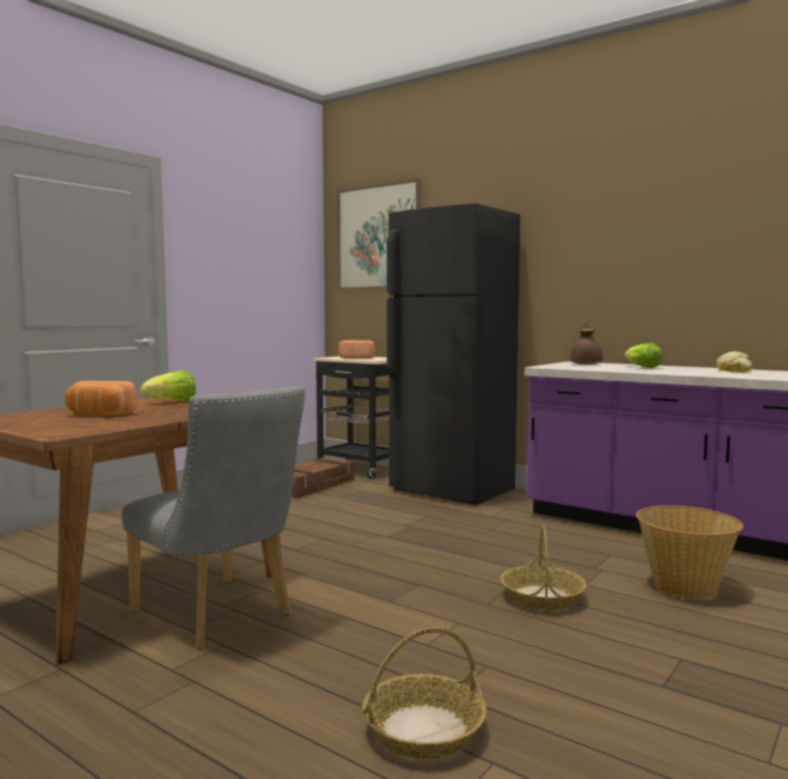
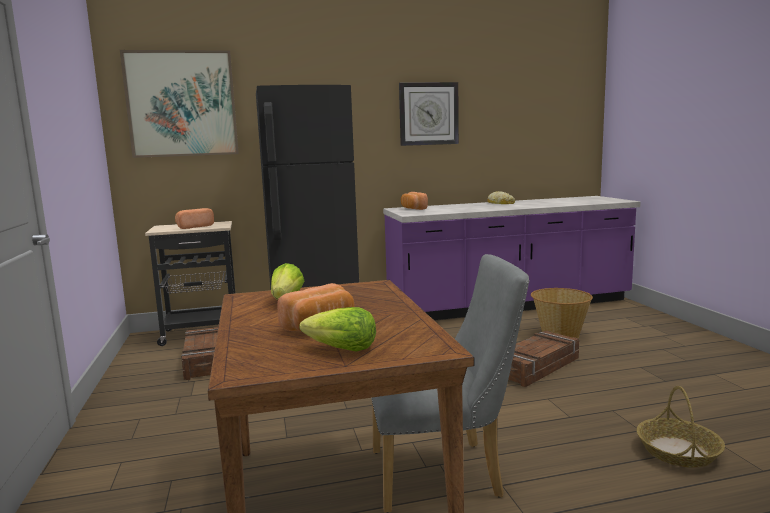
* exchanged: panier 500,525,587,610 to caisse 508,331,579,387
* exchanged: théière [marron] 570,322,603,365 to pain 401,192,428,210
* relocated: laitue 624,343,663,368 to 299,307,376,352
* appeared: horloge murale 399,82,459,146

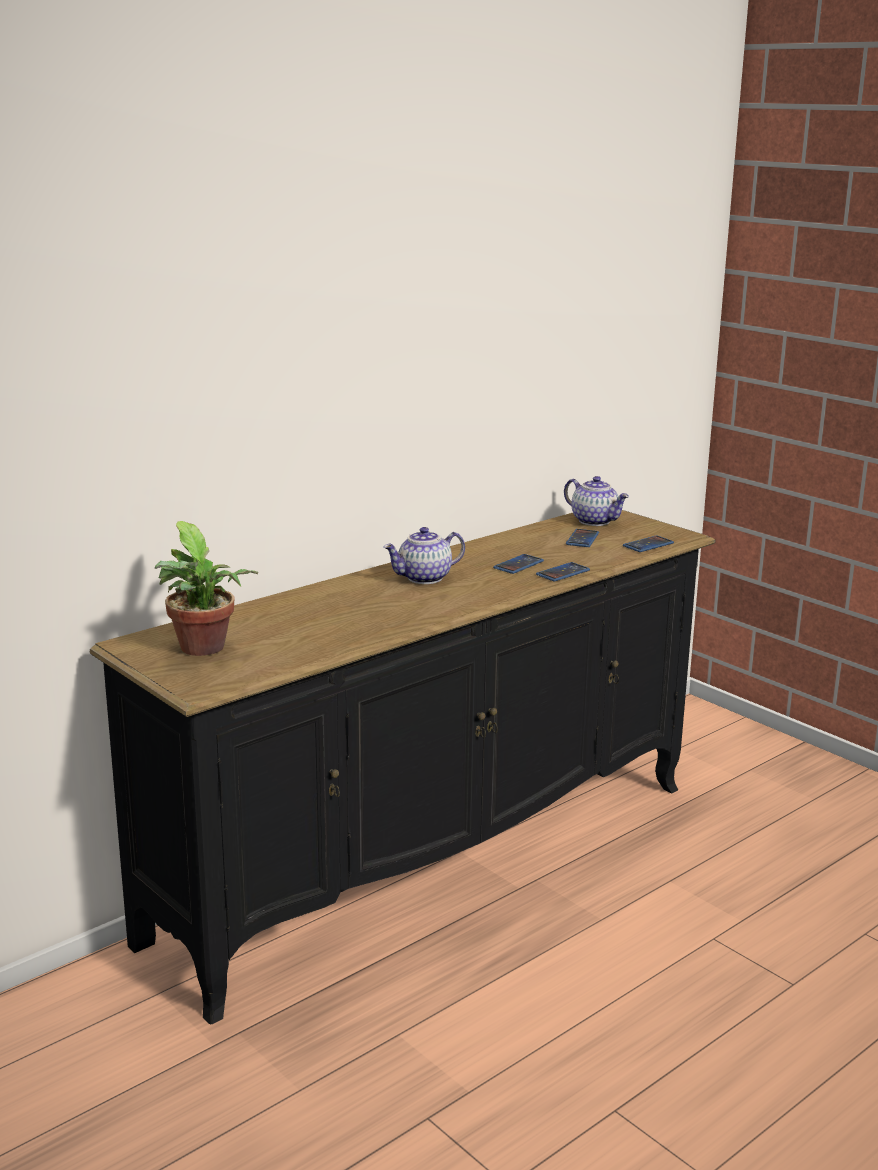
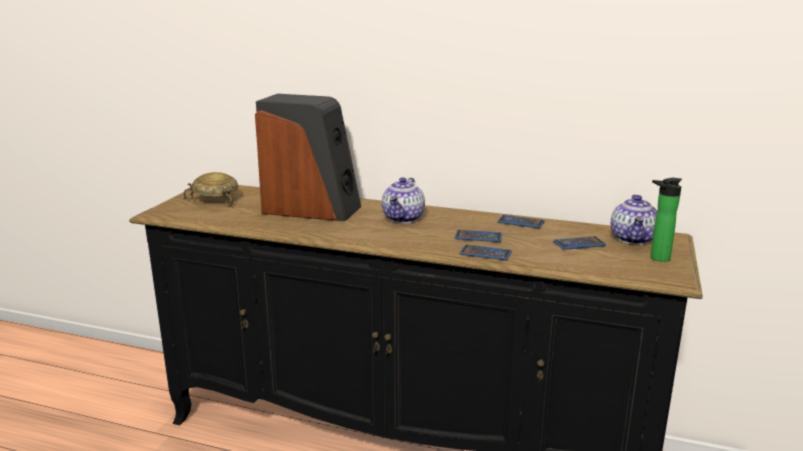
* exchanged: plante en pot 155,521,258,656 to bol [beige] 183,172,238,208
* spun: théière 383,527,465,584 = 382,177,425,223 105 degrees counterclockwise
* relocated: téléphone 623,535,674,552 to 497,215,544,228
* appeared: enceinte 255,94,361,221
* appeared: bouteille 650,178,682,262

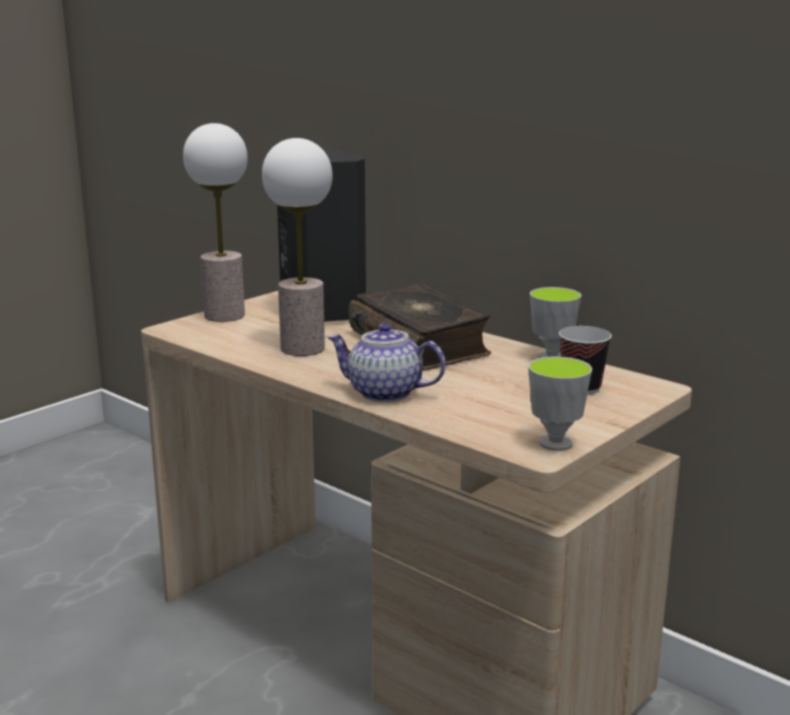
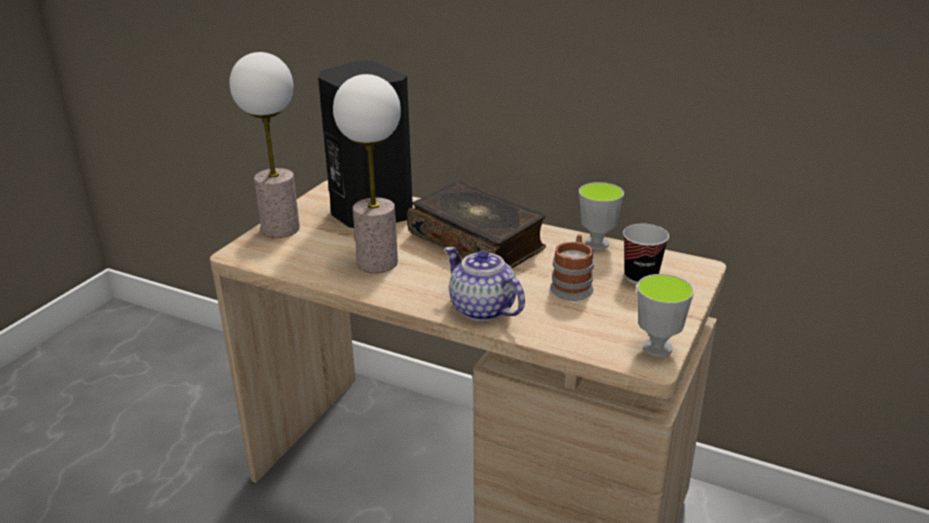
* spun: théière 327,323,446,402 = 445,247,525,321 45 degrees clockwise
* appeared: mug 550,234,594,301

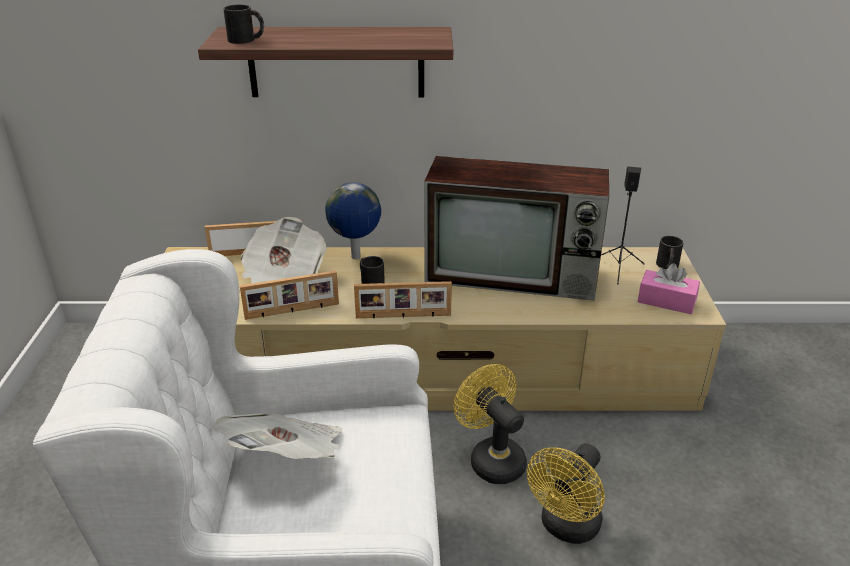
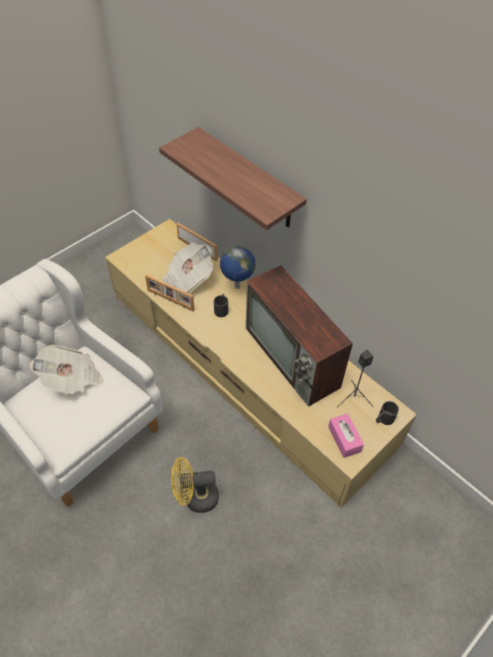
* missing: mug [noir] 223,4,264,44
* missing: cadre photo 354,281,452,318
* missing: ventilateur [jaune] 454,364,527,484

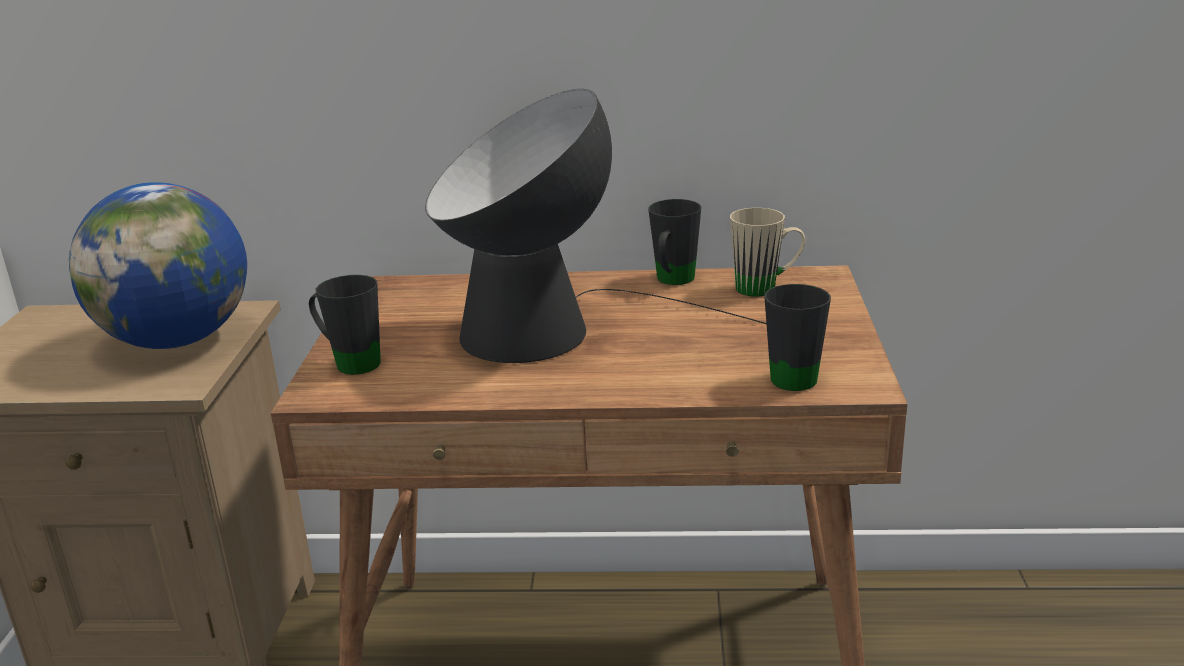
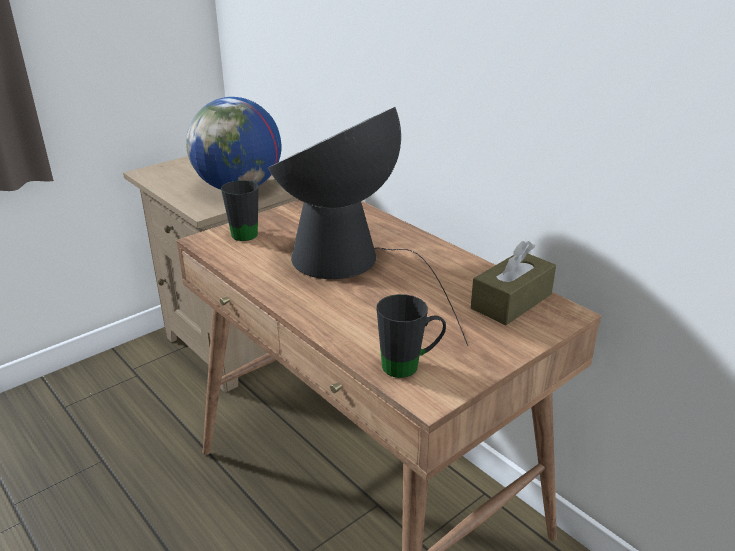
* missing: mug [noir] 648,199,701,285
* exchanged: mug [beige] 730,208,805,297 to boîte à mouchoirs [marron] 471,241,556,325

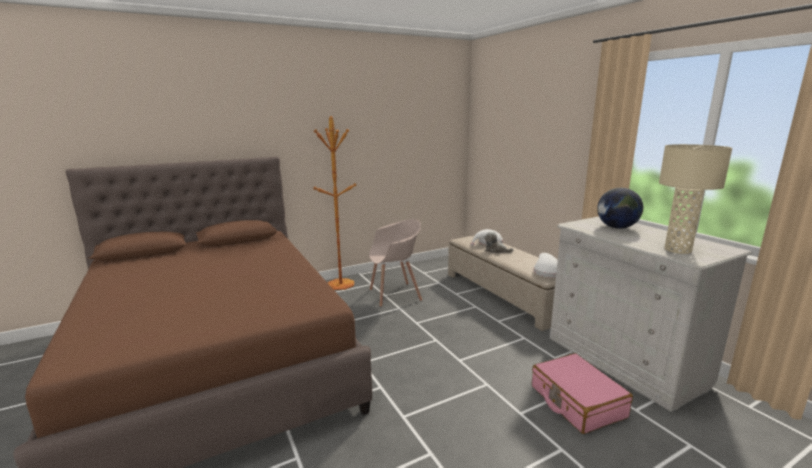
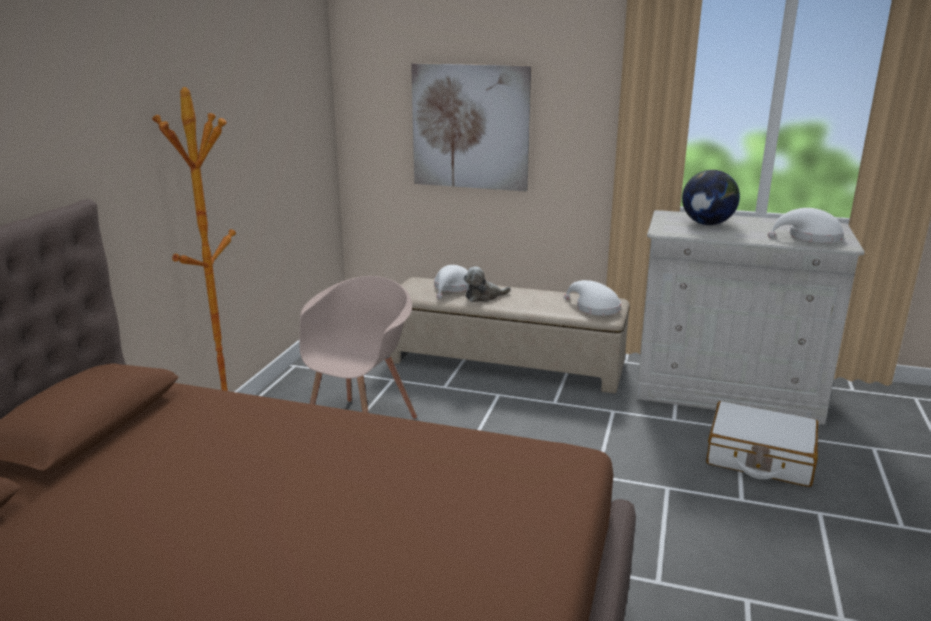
* colour: valise [rose] 532,353,633,434 to valise [blanc] 706,401,818,487
* exchanged: lampe de table [beige] 659,144,732,254 to chapeau [blanc] 768,208,844,243
* appeared: tableau 411,63,531,191

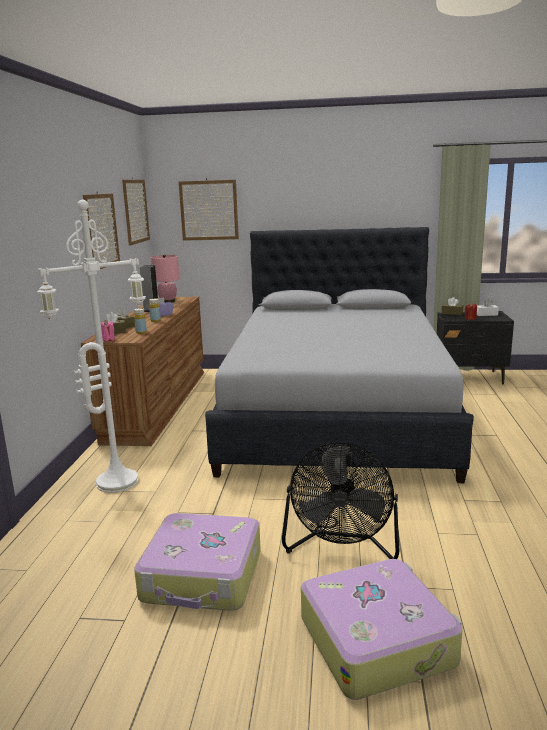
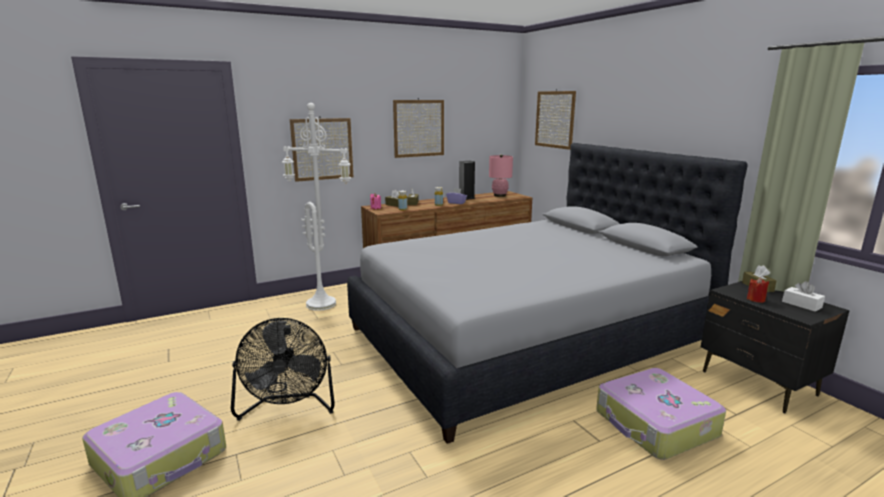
* relocated: tableau 122,177,150,246 to 290,116,353,182
* relocated: valise 134,513,261,611 to 596,368,726,460
* spun: ventilateur [noir] 282,442,400,559 = 231,318,335,421 75 degrees counterclockwise

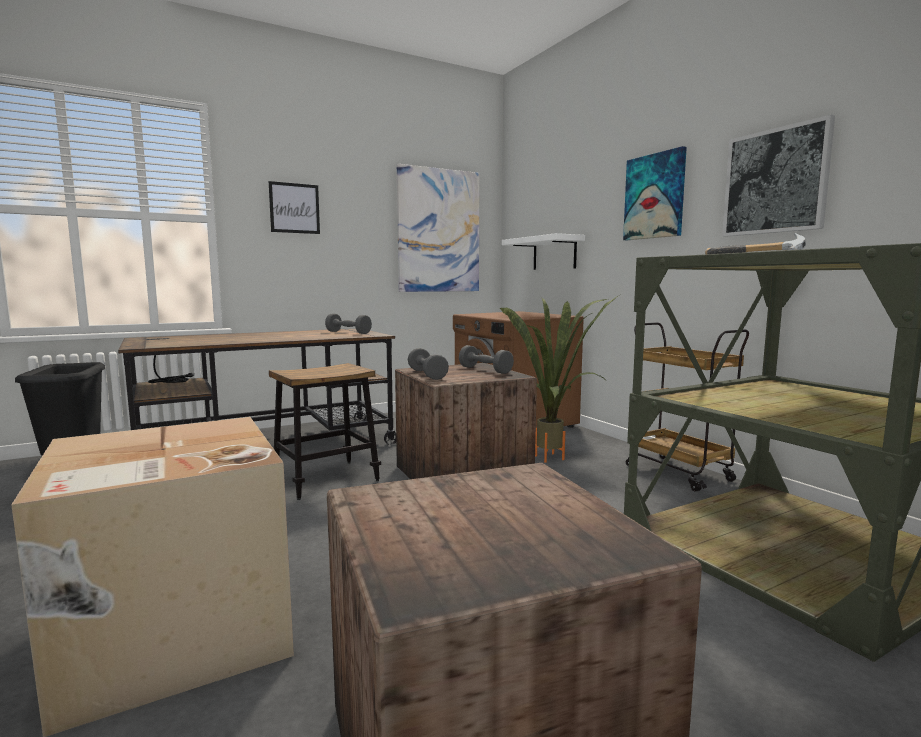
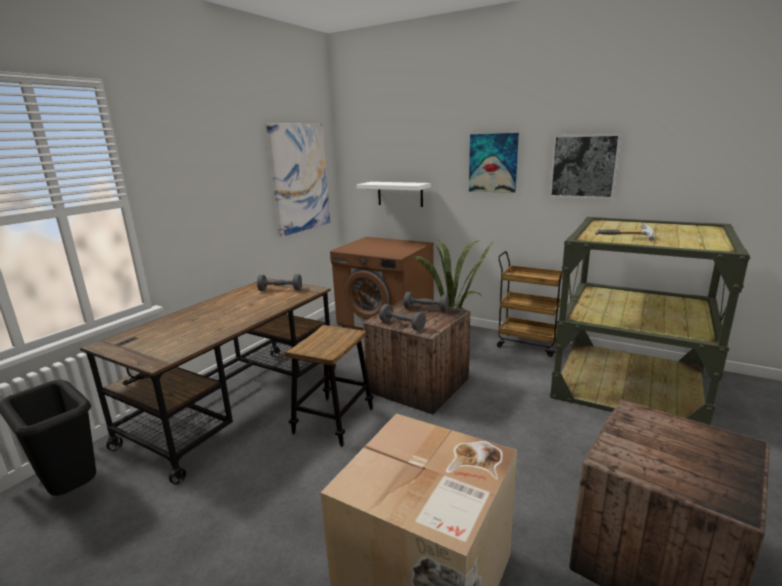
* missing: tableau 269,181,320,234

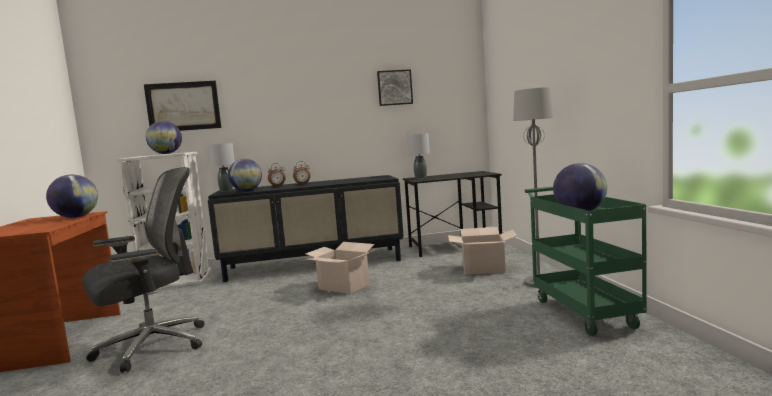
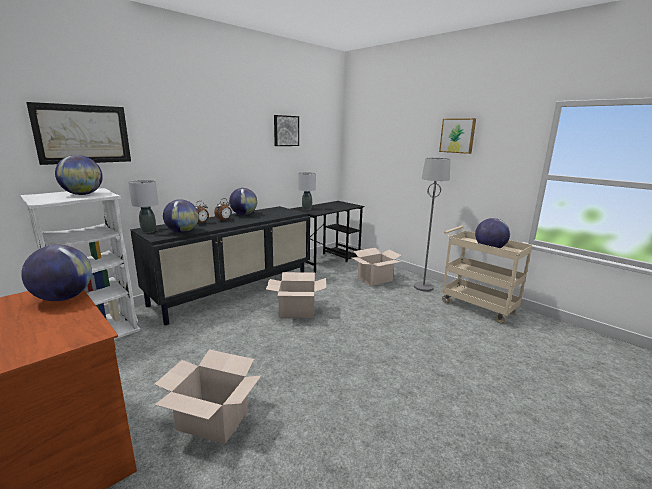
* exchanged: chaise de bureau 83,167,205,373 to carton 154,349,262,444
* colour: chariot [vert] 525,187,647,336 to chariot [beige] 442,226,532,324
* appeared: globe 229,188,257,215
* appeared: tableau 439,118,476,154

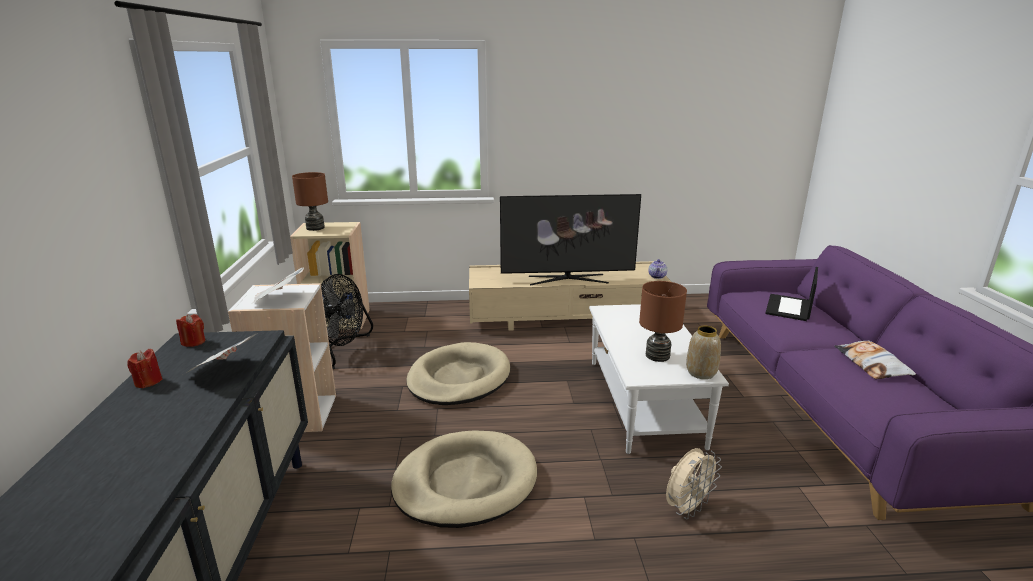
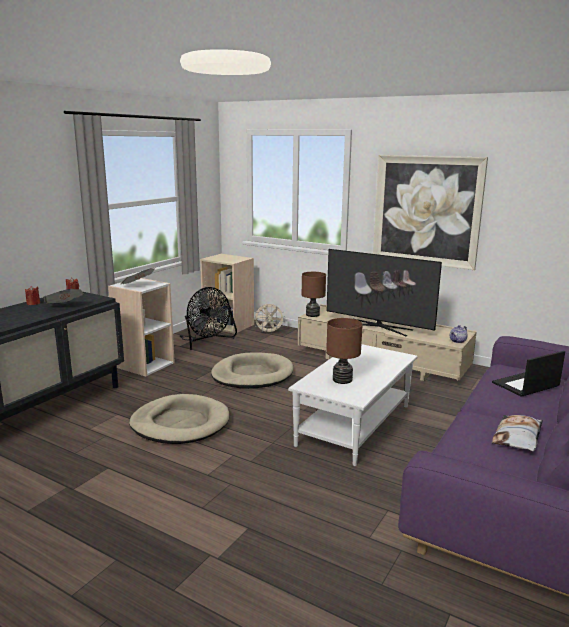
* relocated: lampe de table [marron] 292,172,328,231 to 302,272,326,317
* relocated: ventilateur [beige] 666,448,722,519 to 254,304,285,332
* missing: vase 686,326,721,379
* appeared: tableau 373,155,488,270

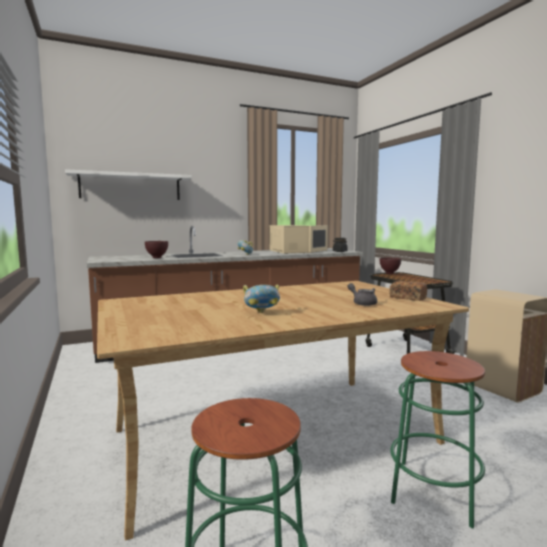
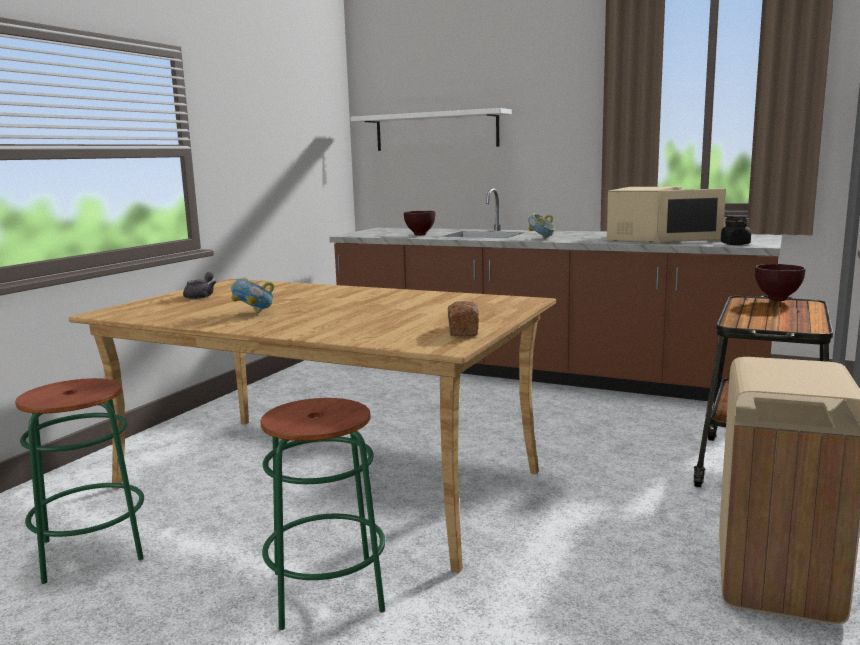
* relocated: théière [gris] 347,283,377,306 to 183,272,216,299

